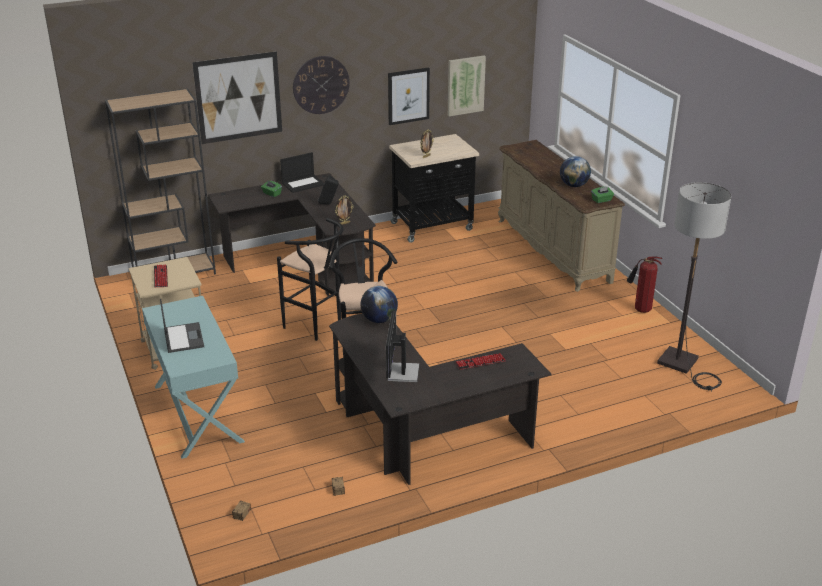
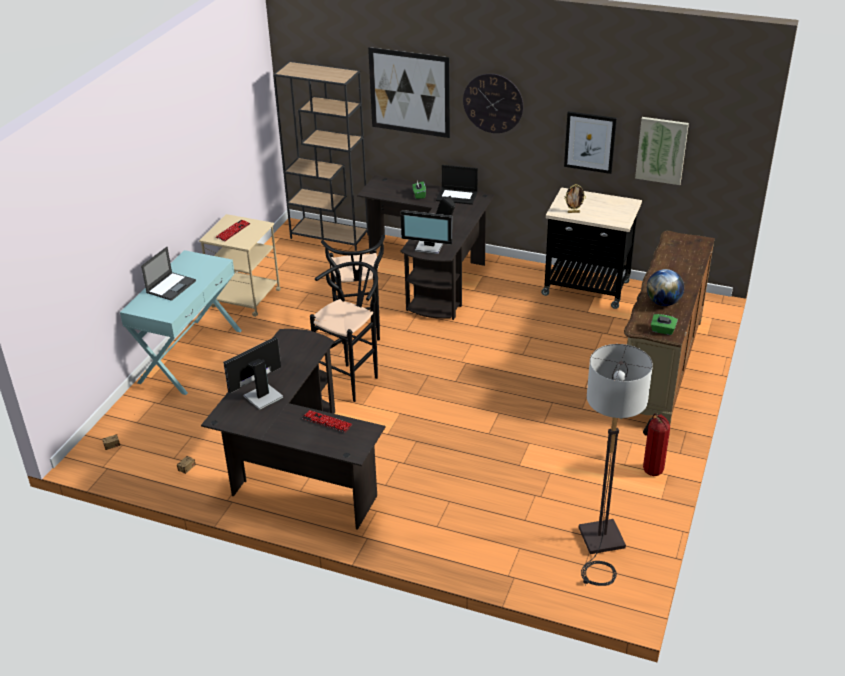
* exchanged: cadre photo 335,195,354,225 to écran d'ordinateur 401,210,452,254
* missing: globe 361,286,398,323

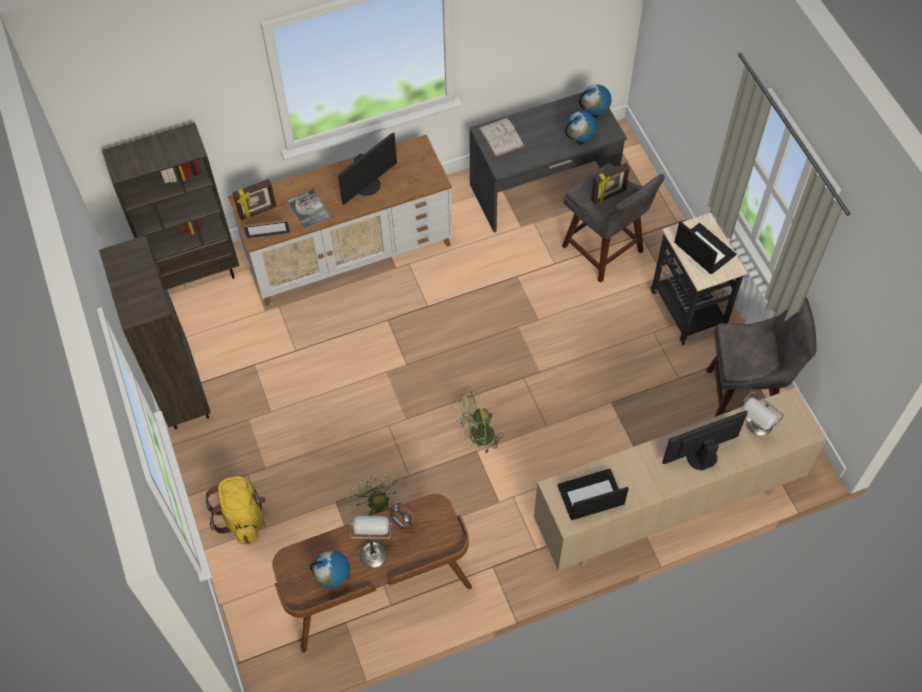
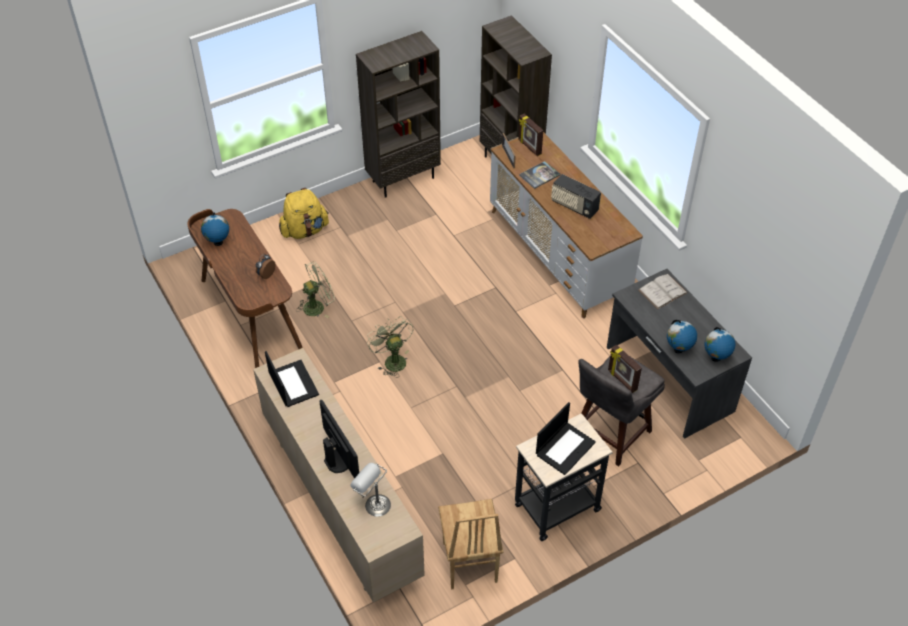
* exchanged: écran d'ordinateur 338,132,397,205 to radio 551,174,601,219
* missing: lampe de table [blanc] 349,516,392,568
* exchanged: tabouret [gris] 707,297,817,417 to chaise [marron] 438,499,503,589

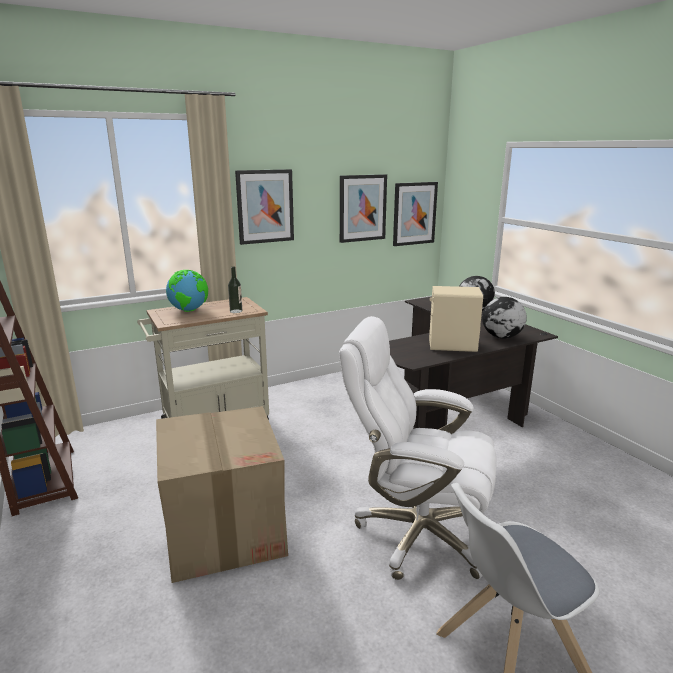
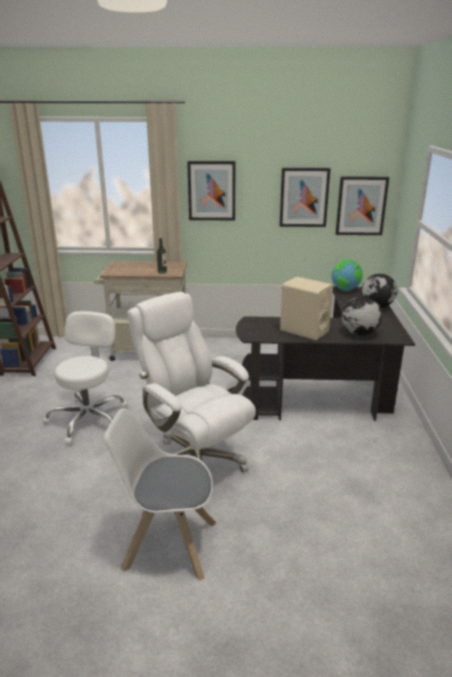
* exchanged: carton 156,406,288,583 to chaise de bureau [blanc] 43,311,128,445
* relocated: globe 166,270,208,312 to 331,260,363,291

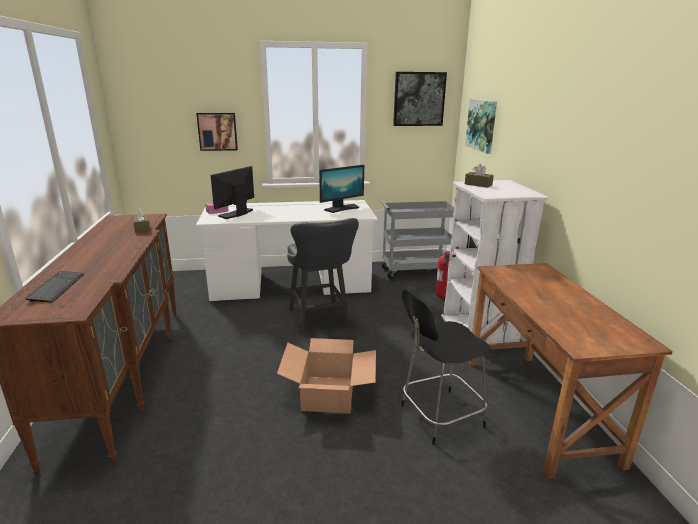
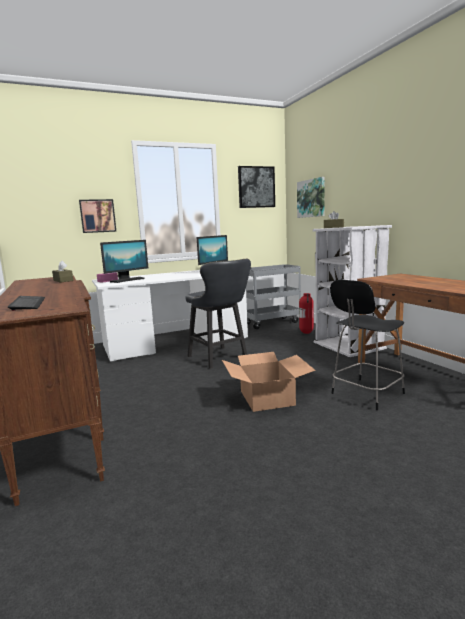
* spun: écran d'ordinateur 211,166,254,219 = 100,240,148,283 150 degrees counterclockwise

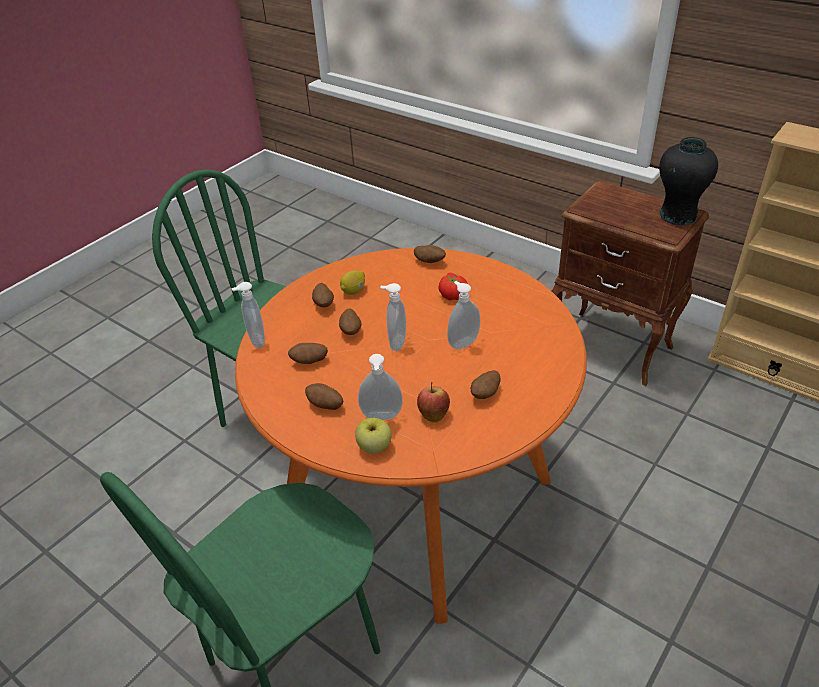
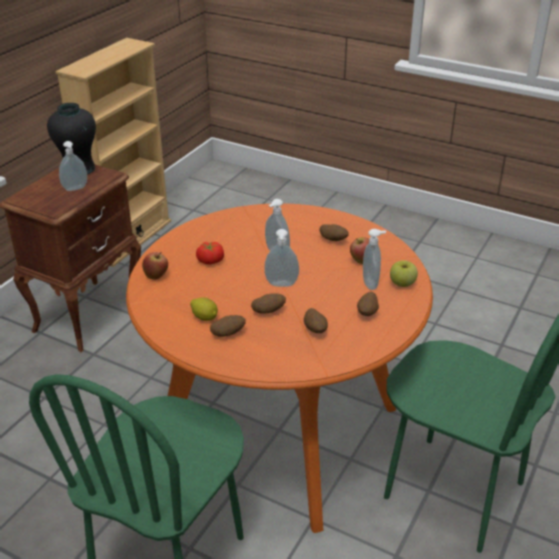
* relocated: distributeur de savon 231,282,265,348 to 59,141,87,191
* exchanged: pomme de terre 414,245,446,263 to pomme 142,252,168,280

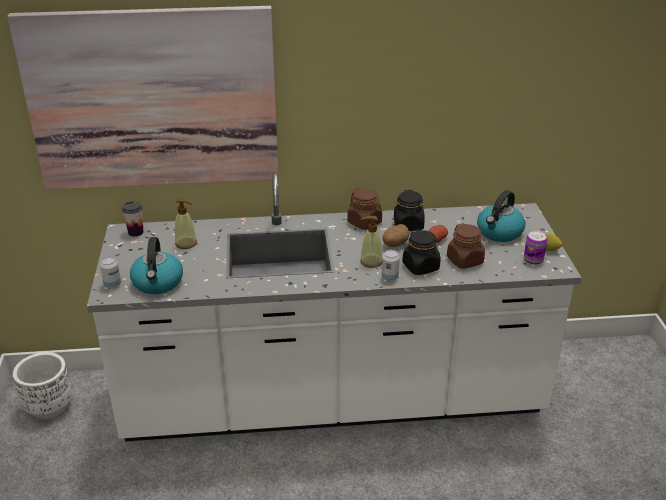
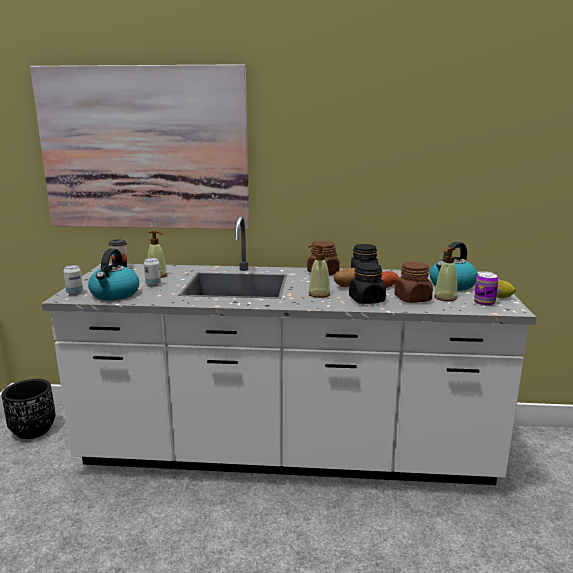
* colour: cache-pot [blanc] 13,352,72,419 to cache-pot [noir] 2,379,56,439
* relocated: boîte métallique 382,250,400,281 to 144,258,161,286
* appeared: distributeur de savon 434,247,457,301

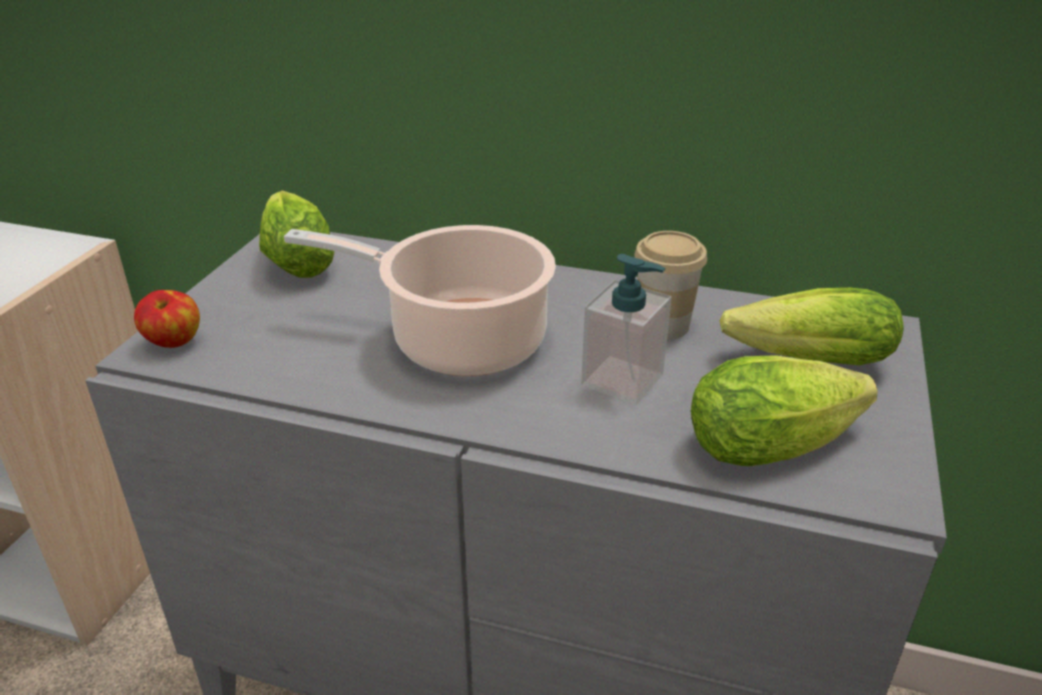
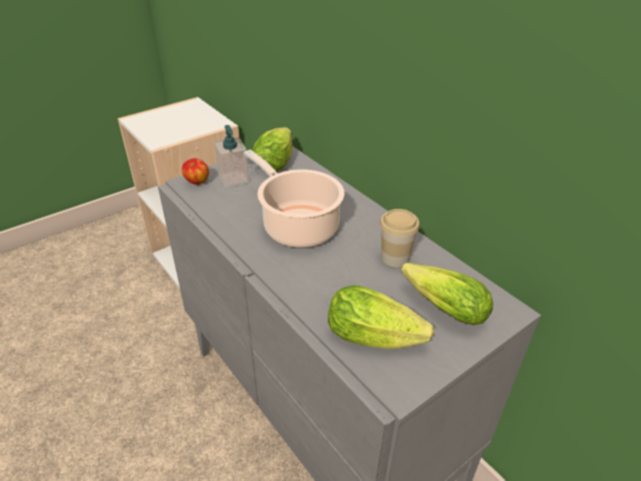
* relocated: distributeur de savon 581,254,672,405 to 214,125,249,187

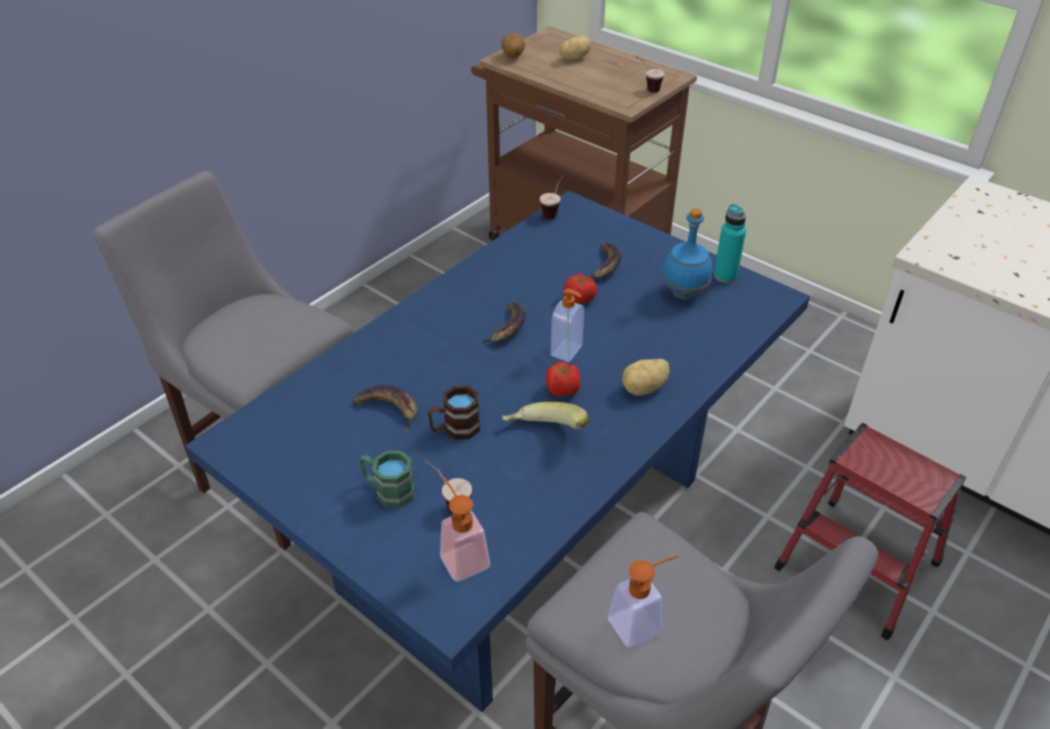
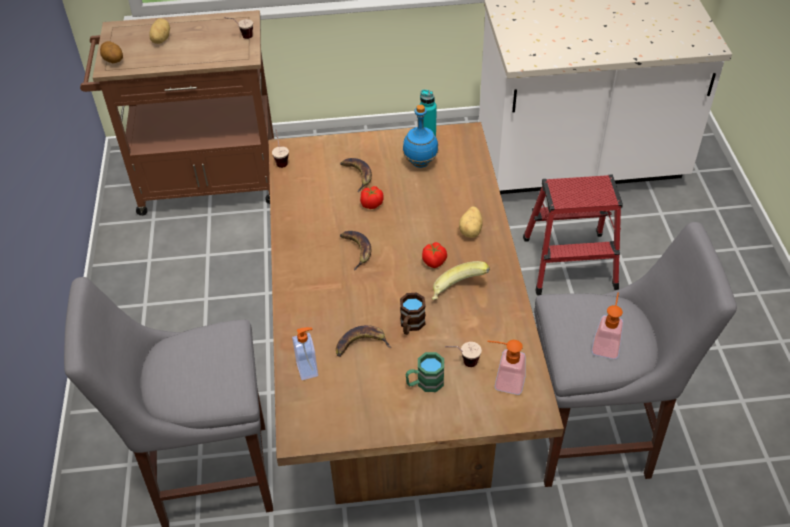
* colour: table à manger [bleu] 185,190,810,712 to table à manger [marron] 269,122,564,504
* relocated: distributeur de savon 551,288,584,362 to 292,327,318,380

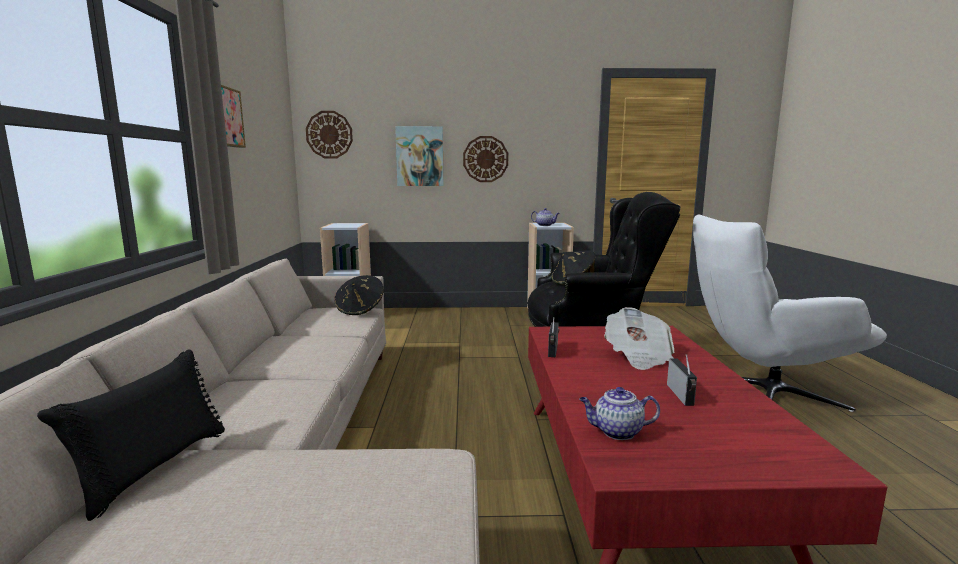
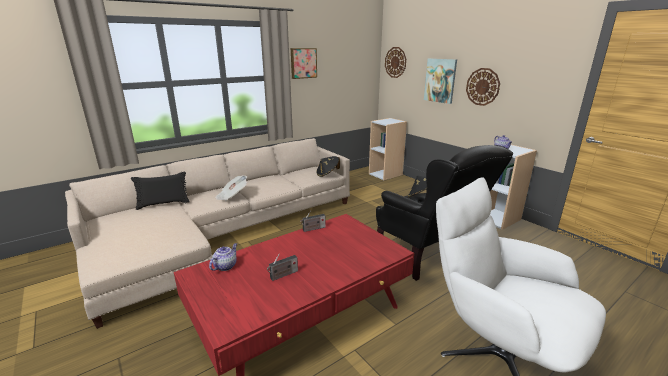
* spun: théière 579,387,660,440 = 209,243,237,271 60 degrees clockwise
* relocated: journal 604,307,674,370 to 215,175,247,201

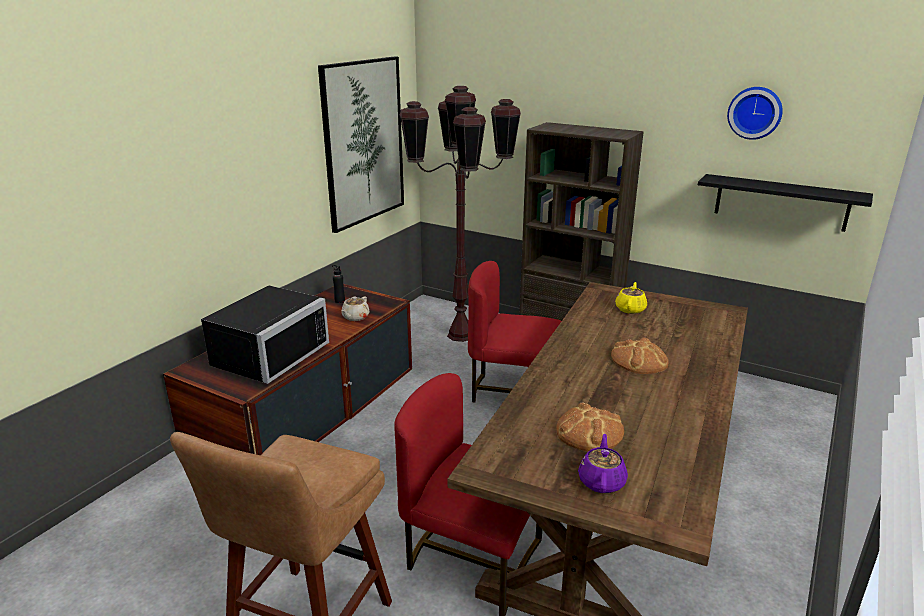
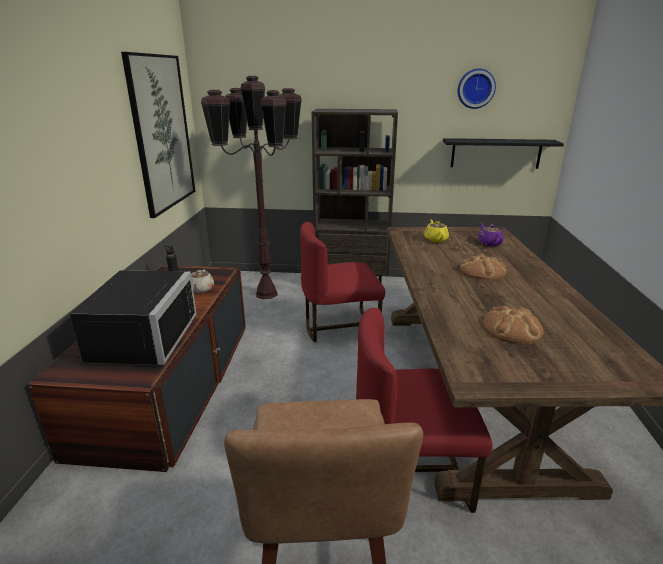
* relocated: théière [violet] 578,434,628,493 to 477,223,504,247

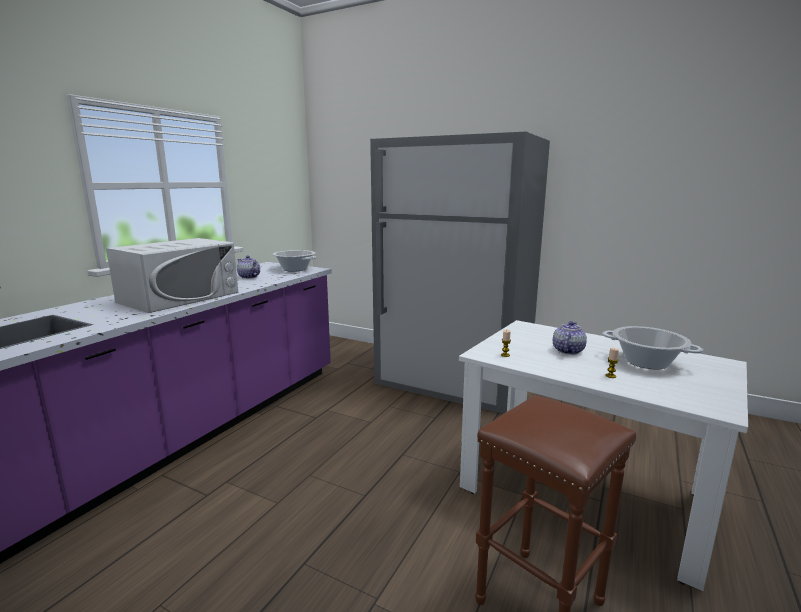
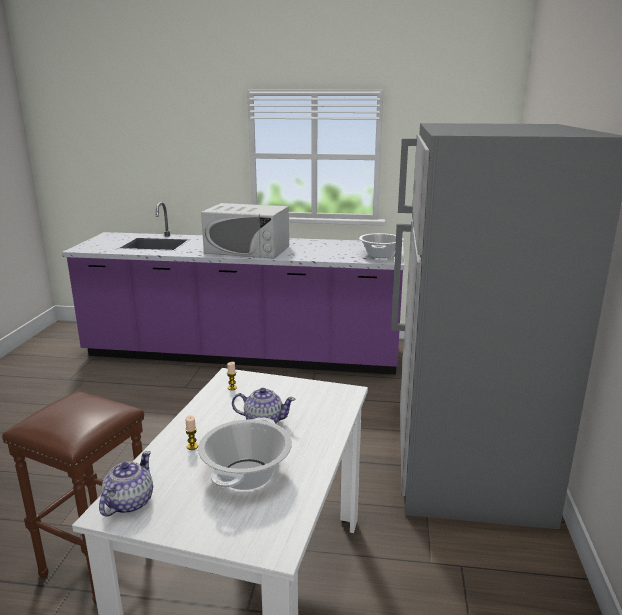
* relocated: théière 237,256,260,279 to 99,451,153,517

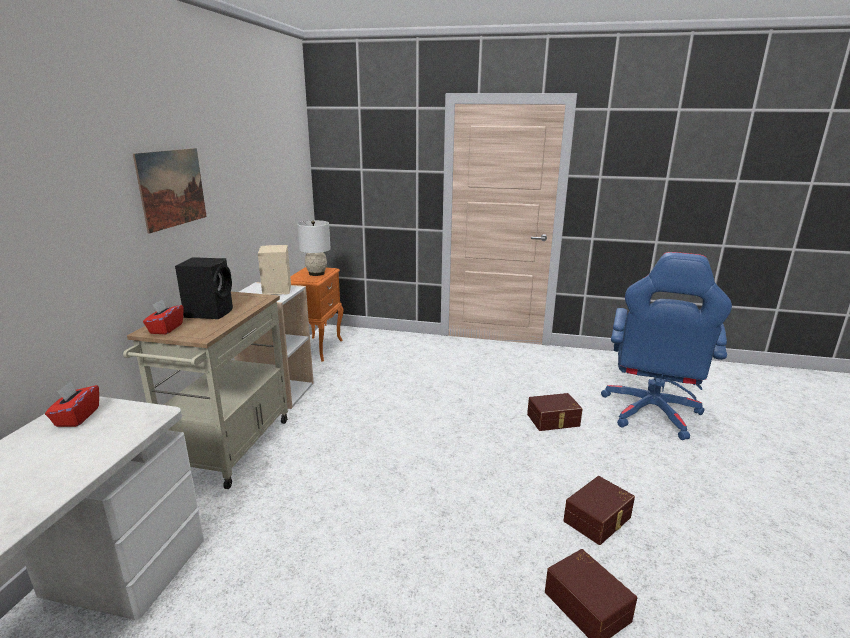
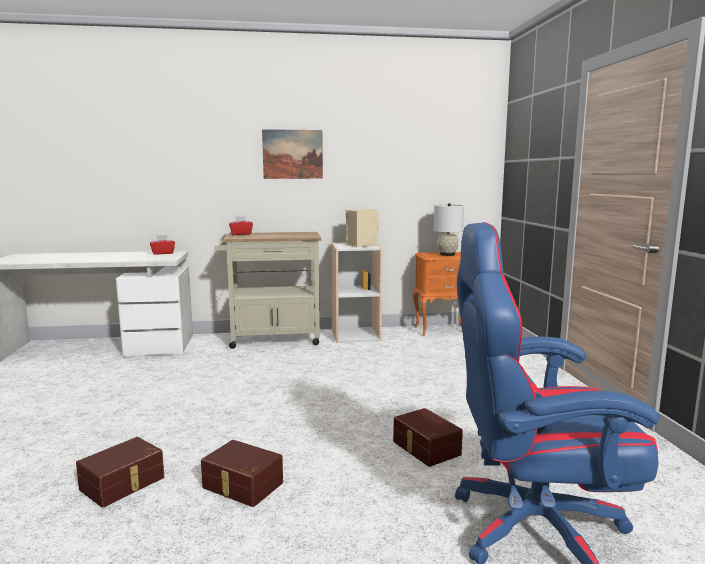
* missing: enceinte [noir] 175,257,233,319

